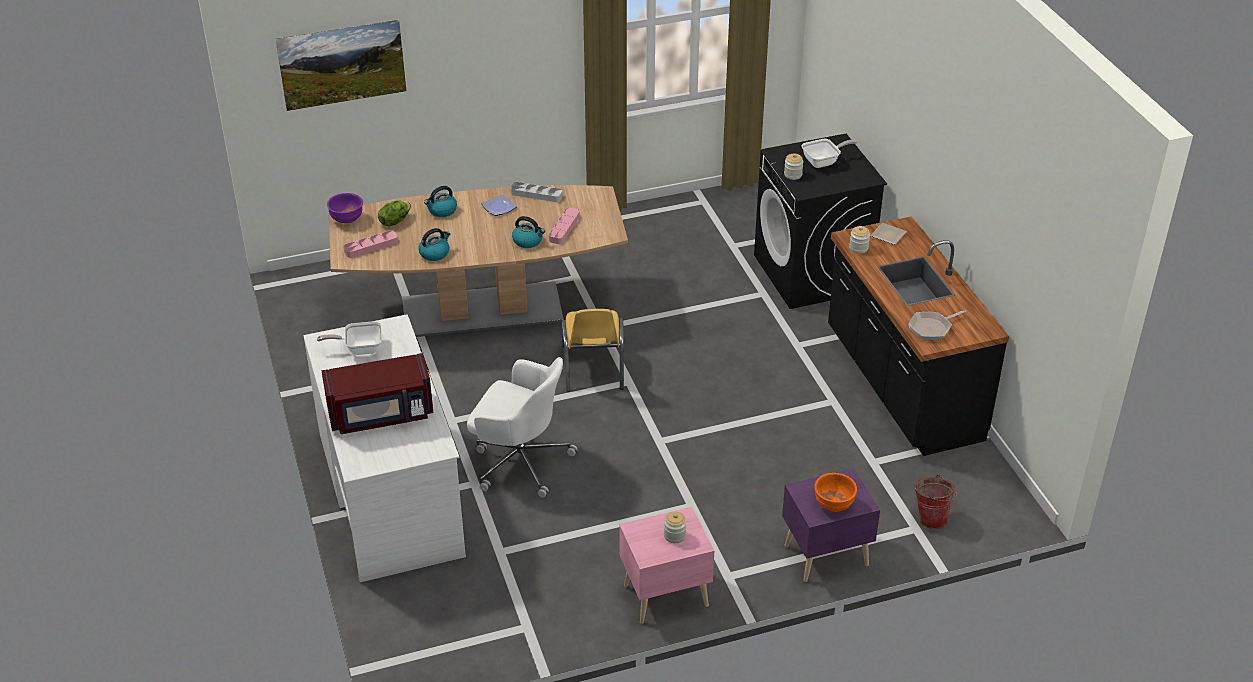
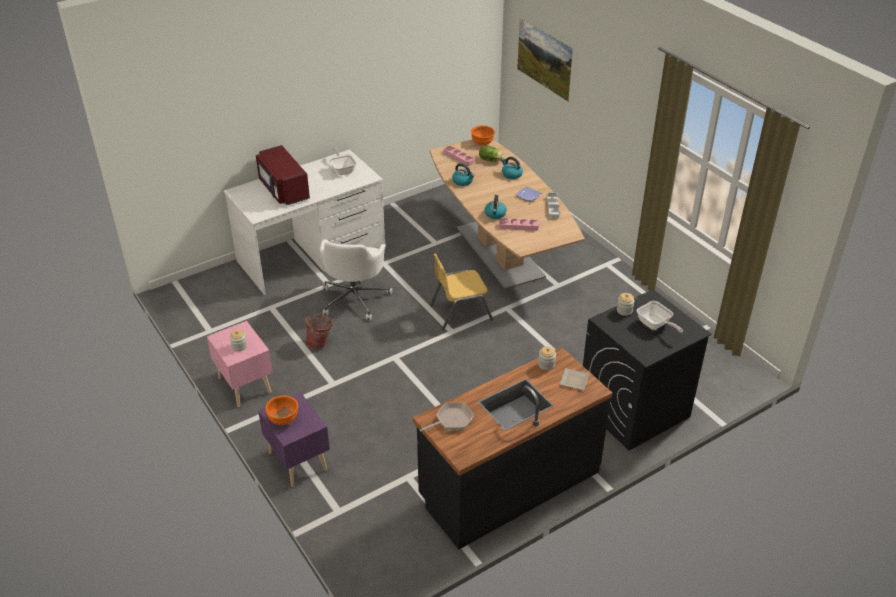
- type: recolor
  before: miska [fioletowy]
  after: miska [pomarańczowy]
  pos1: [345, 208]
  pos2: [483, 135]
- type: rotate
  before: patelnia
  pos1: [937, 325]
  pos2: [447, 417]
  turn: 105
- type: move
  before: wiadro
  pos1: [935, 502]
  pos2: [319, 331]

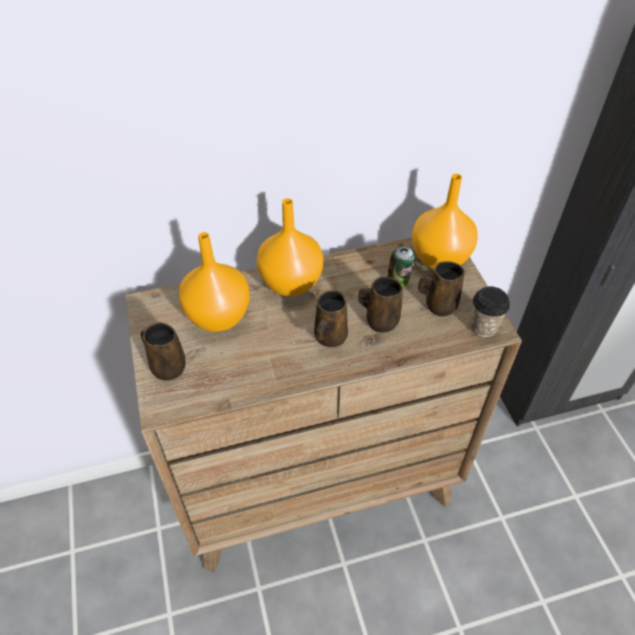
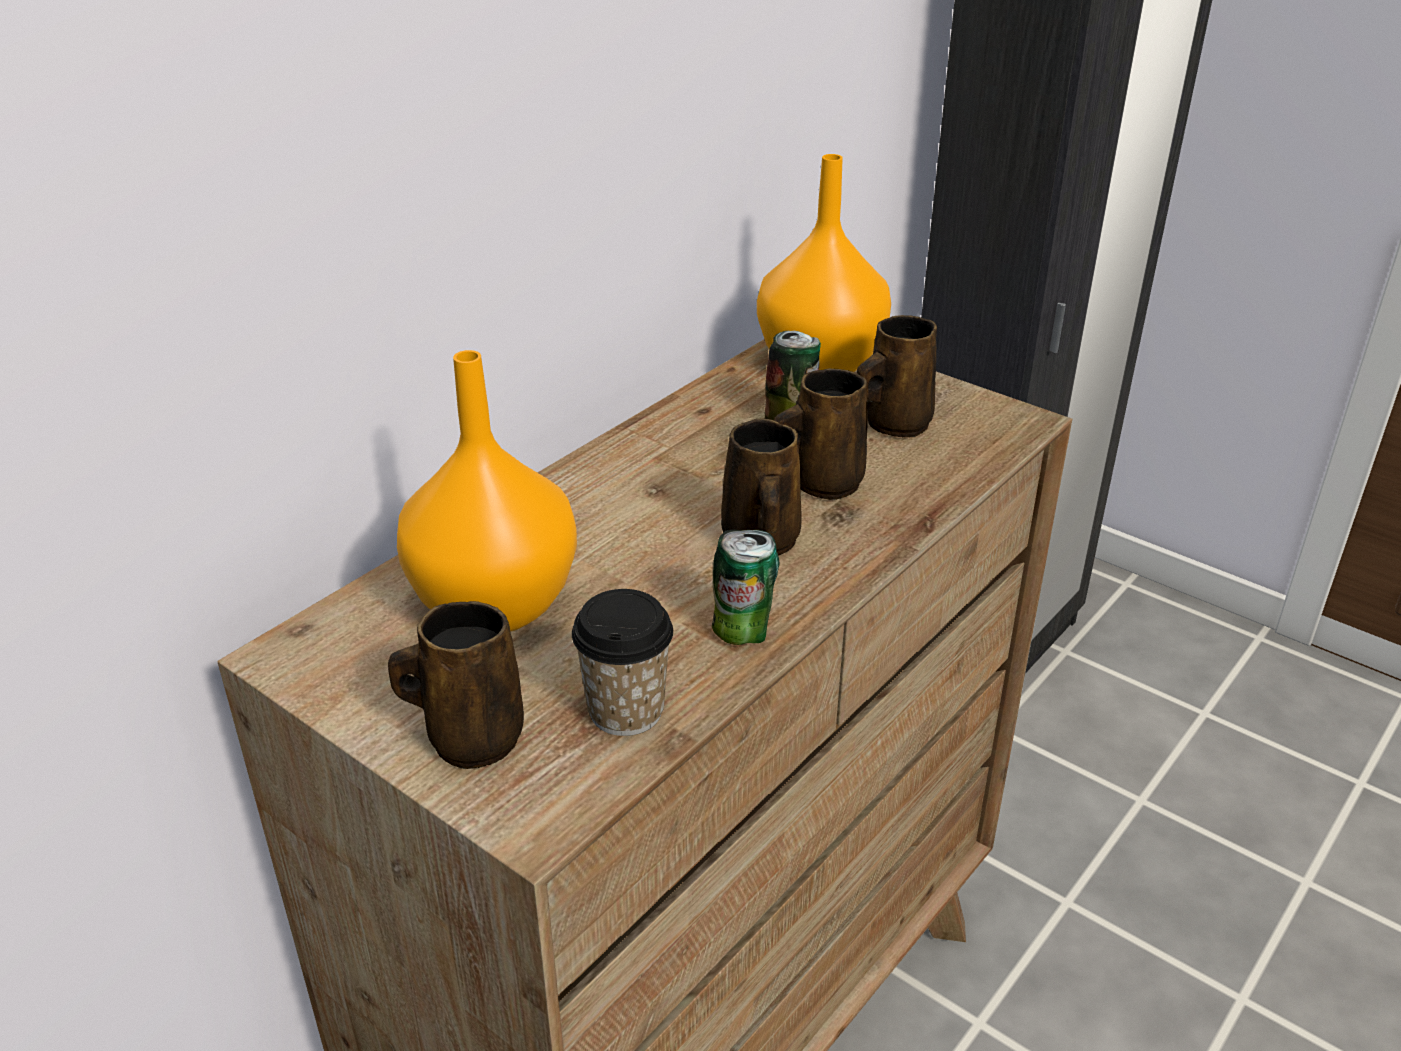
- type: delete
  before: wazon [pomarańczowy]
  pos1: [290, 247]
- type: move
  before: filiżanka
  pos1: [490, 312]
  pos2: [622, 662]
- type: insert
  after: puszka
  pos2: [745, 587]

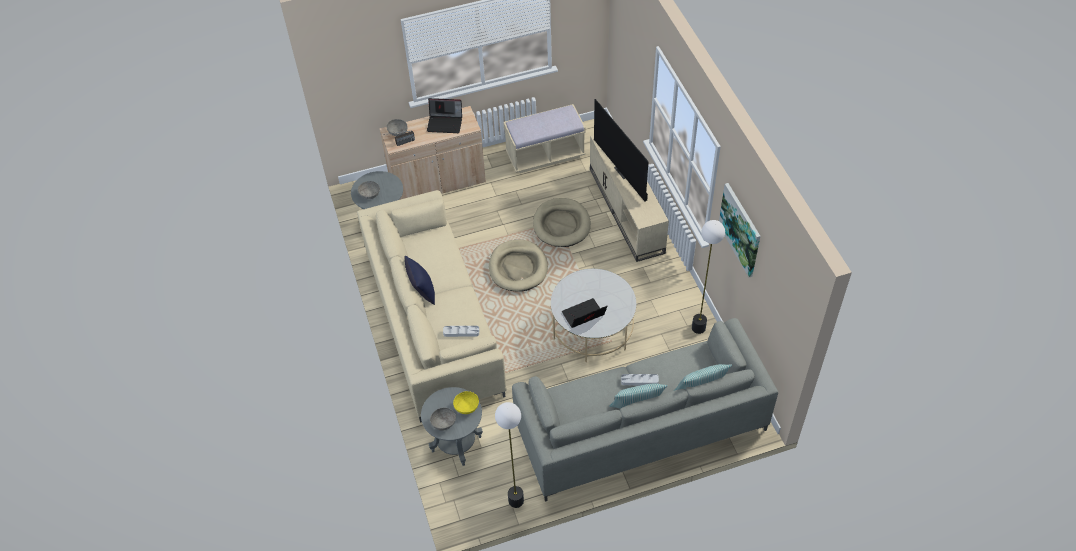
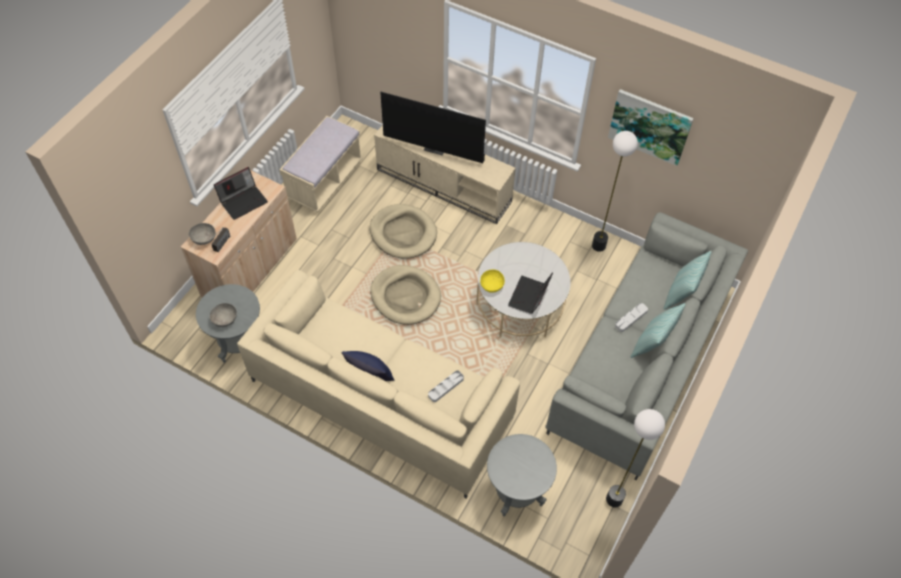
- type: move
  before: miska [żółty]
  pos1: [466, 402]
  pos2: [492, 281]
- type: delete
  before: miska [szary]
  pos1: [443, 419]

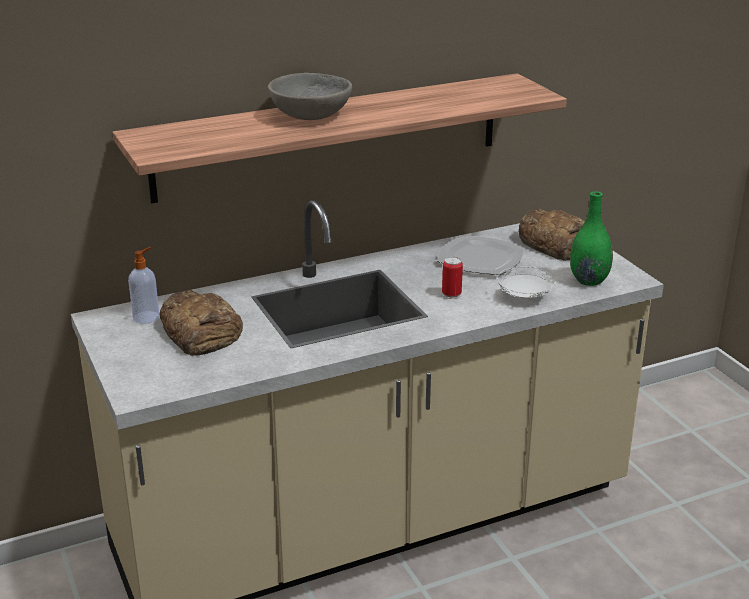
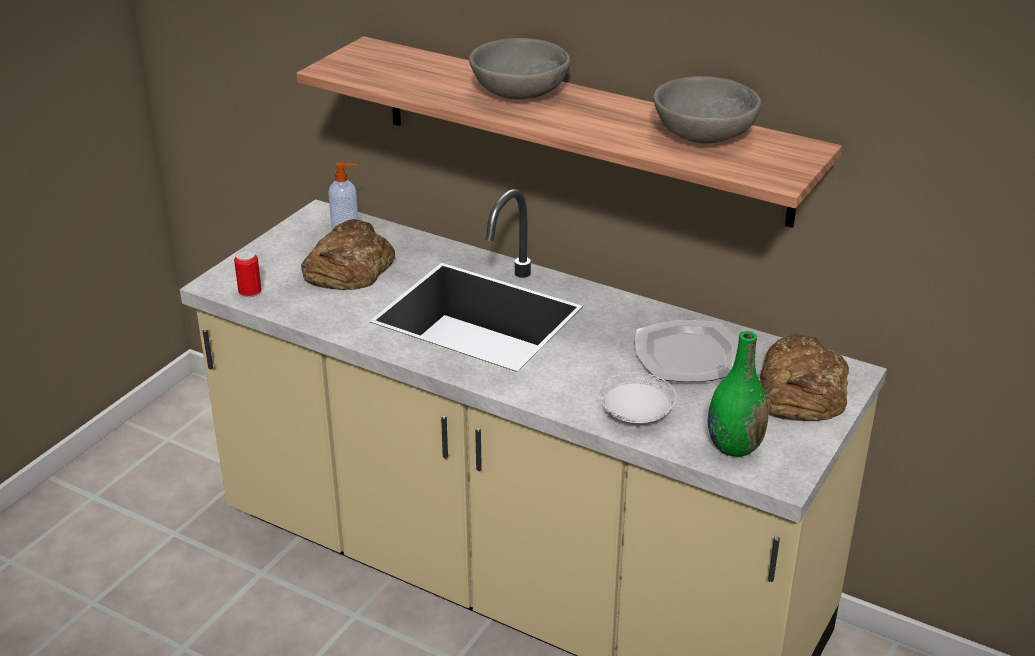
- type: move
  before: puszka
  pos1: [452, 278]
  pos2: [248, 274]
- type: insert
  after: miska [szary]
  pos2: [708, 109]

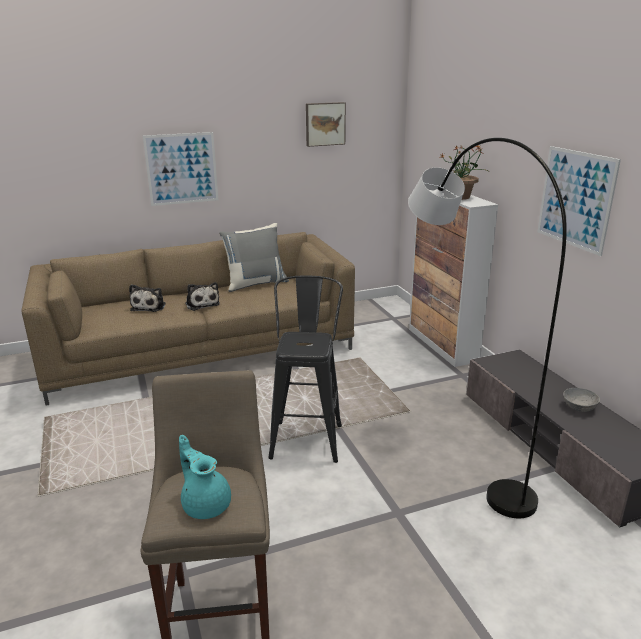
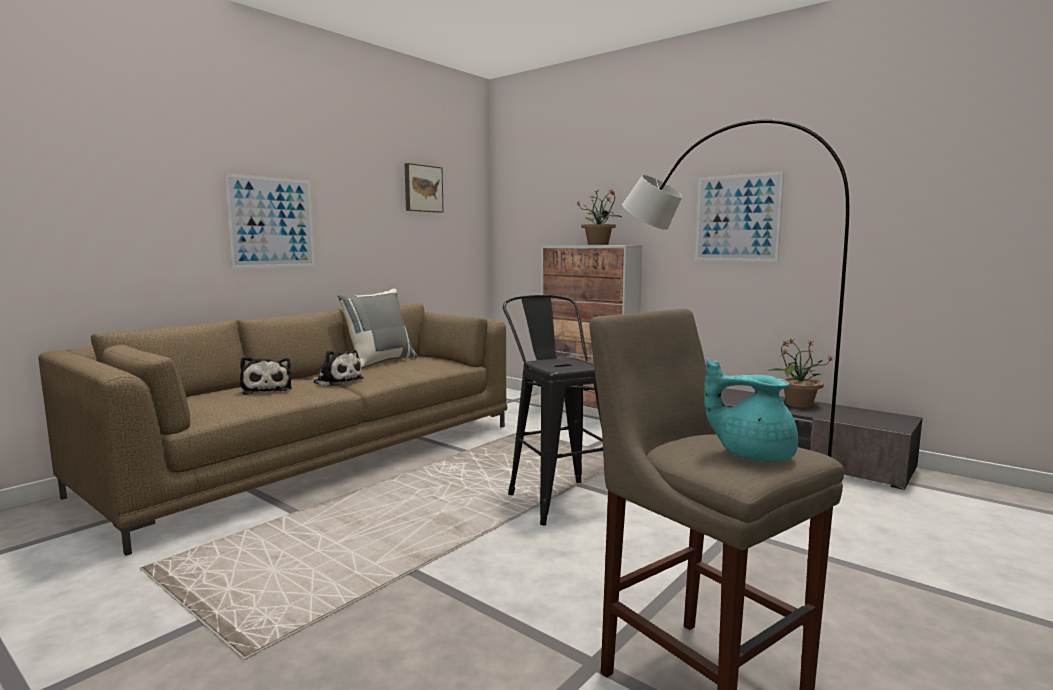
- type: replace
  before: miska [szary]
  after: roślina doniczkowa
  pos1: [581, 400]
  pos2: [801, 373]

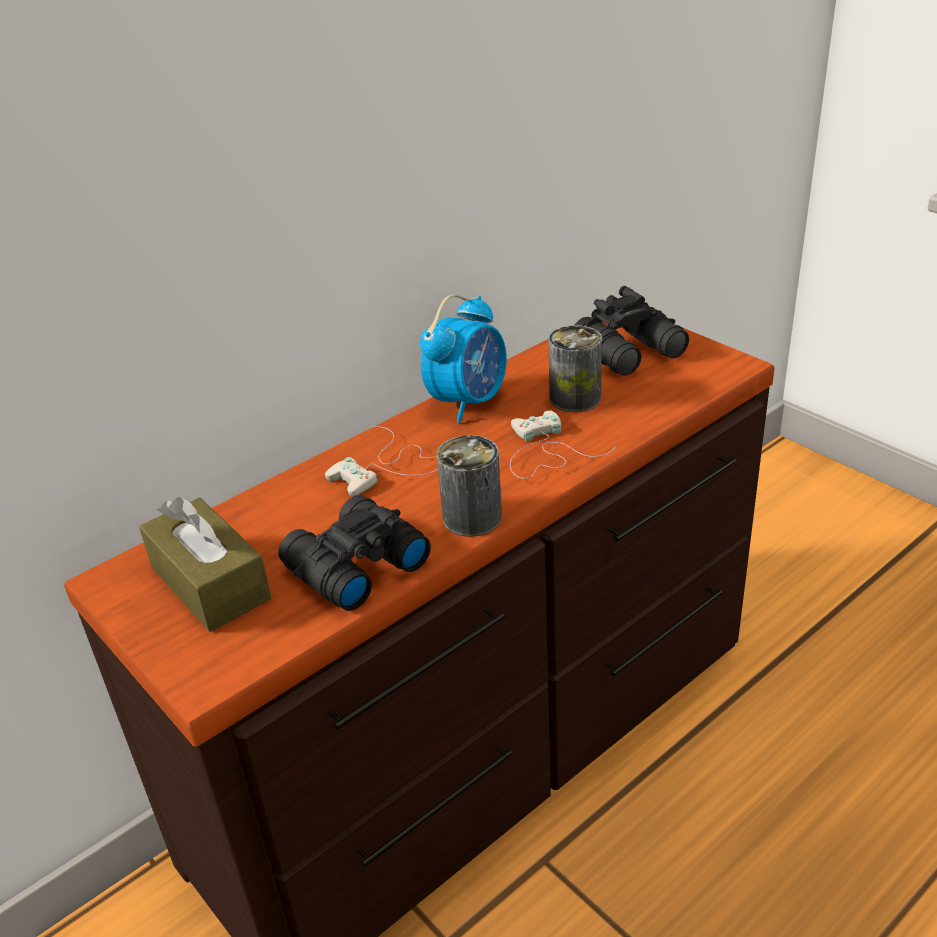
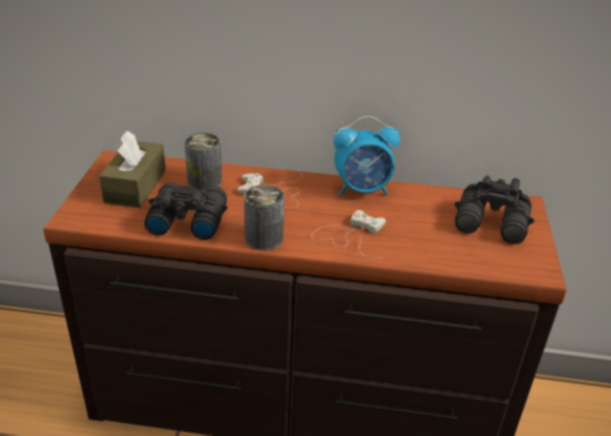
- type: move
  before: puszka
  pos1: [575, 368]
  pos2: [203, 162]

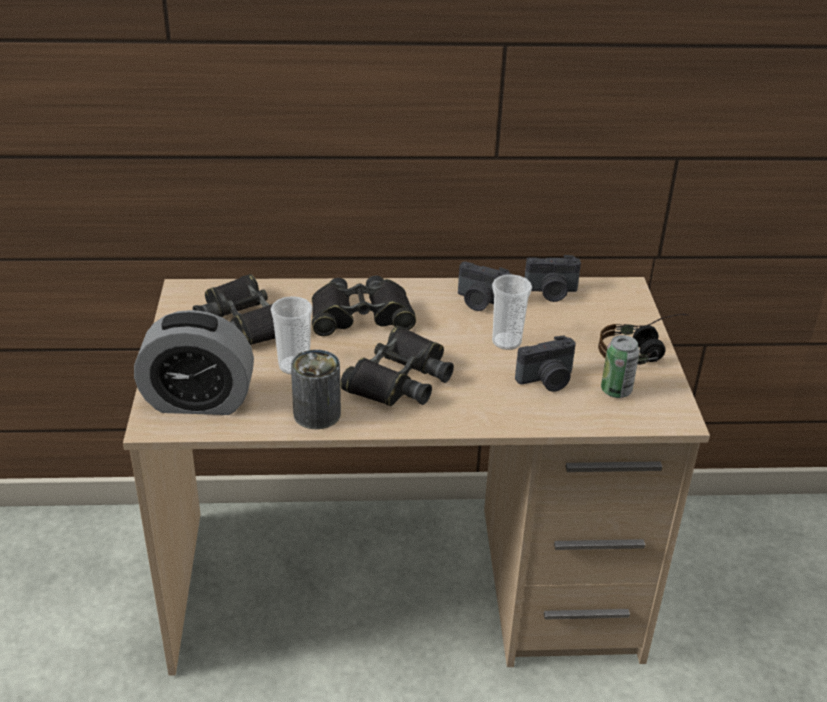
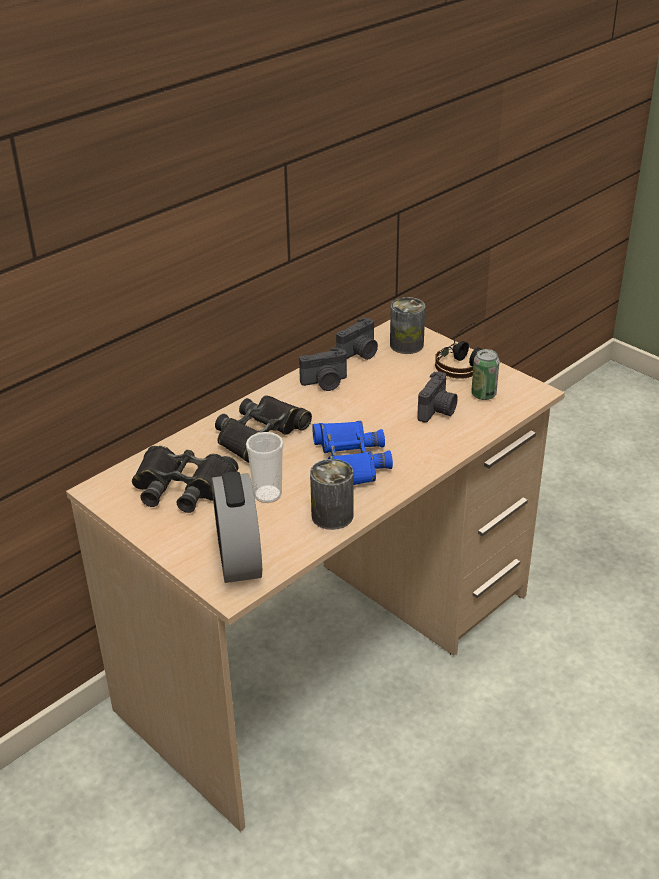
- type: delete
  before: filiżanka
  pos1: [512, 312]
- type: rotate
  before: budzik
  pos1: [194, 362]
  pos2: [237, 527]
  turn: 120
- type: recolor
  before: lornetka [czarny]
  after: lornetka [niebieski]
  pos1: [397, 365]
  pos2: [352, 453]
- type: insert
  after: puszka
  pos2: [407, 325]

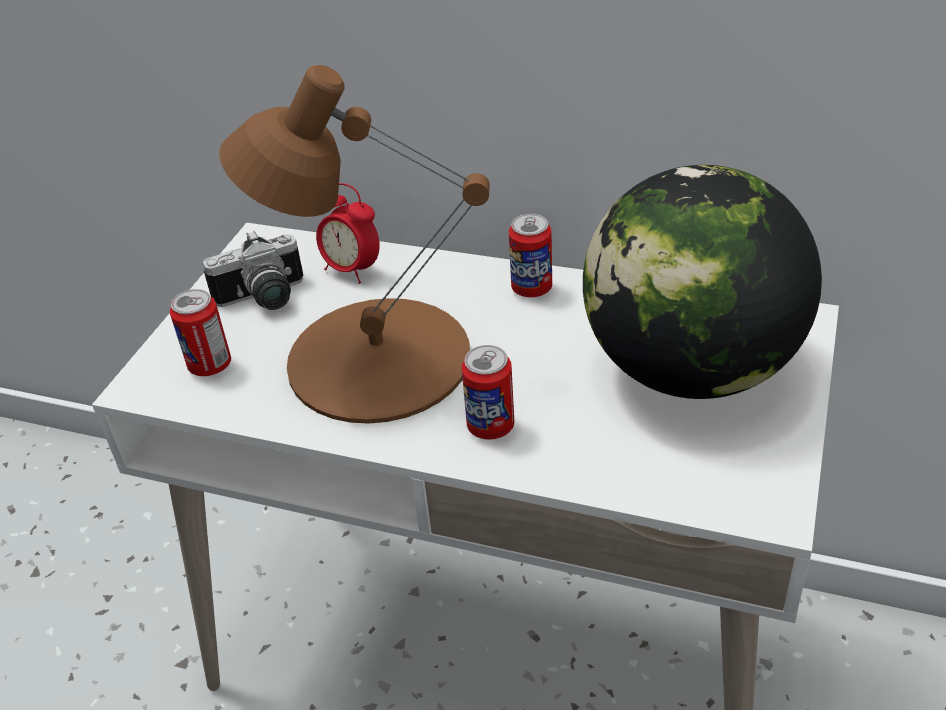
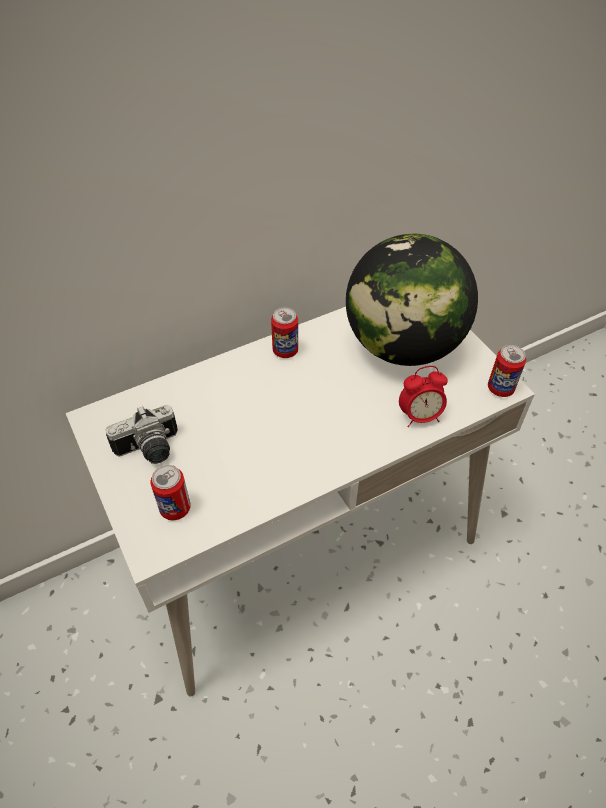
- type: delete
  before: lampa stołowa [brązowy]
  pos1: [354, 244]
- type: move
  before: budzik
  pos1: [348, 233]
  pos2: [423, 396]
- type: rotate
  before: aparat fotograficzny
  pos1: [253, 270]
  pos2: [141, 434]
  turn: 45
- type: move
  before: puszka
  pos1: [487, 392]
  pos2: [507, 371]

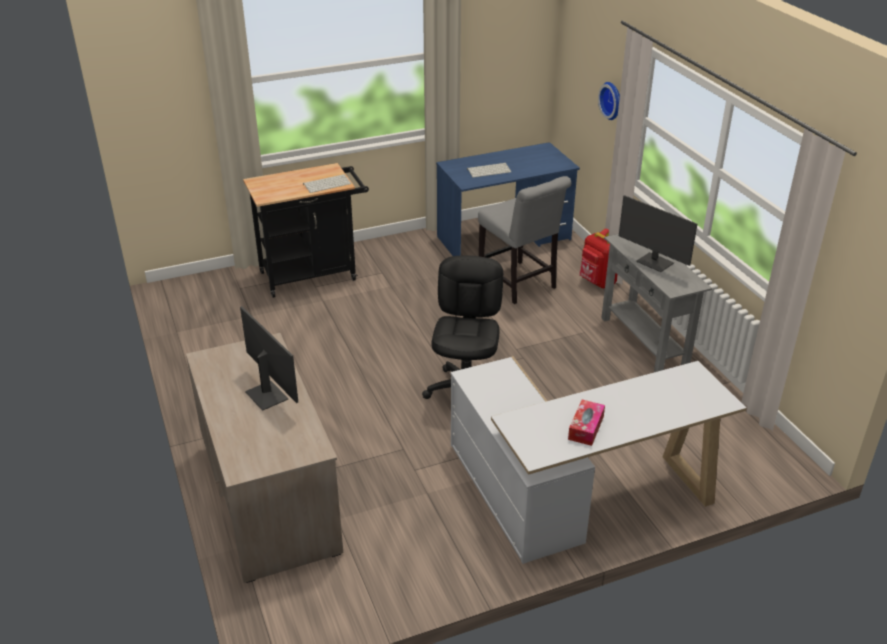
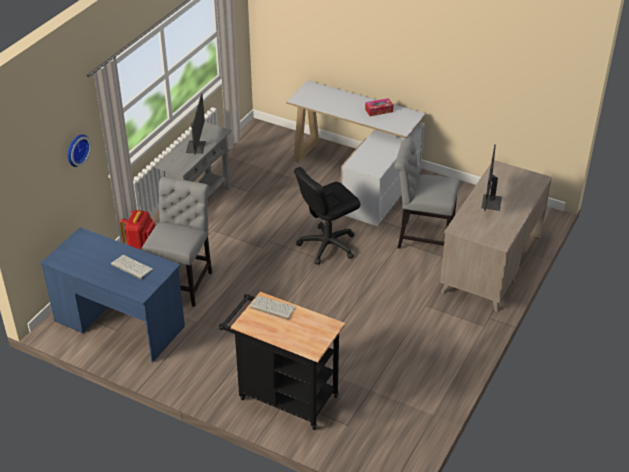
- type: insert
  after: krzesło [szary]
  pos2: [427, 193]

